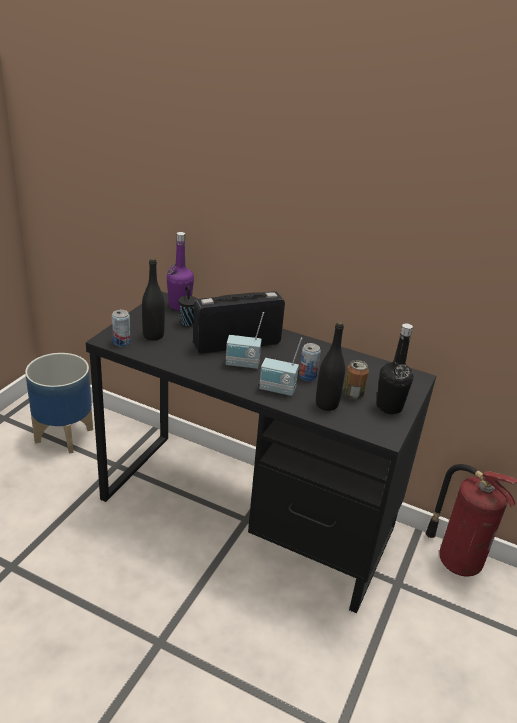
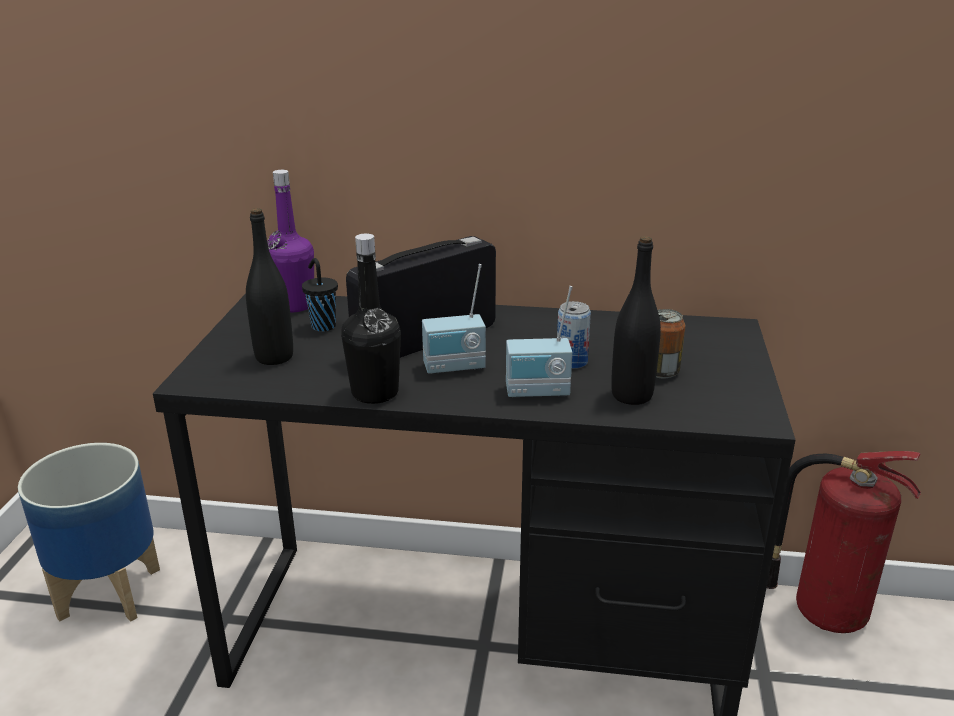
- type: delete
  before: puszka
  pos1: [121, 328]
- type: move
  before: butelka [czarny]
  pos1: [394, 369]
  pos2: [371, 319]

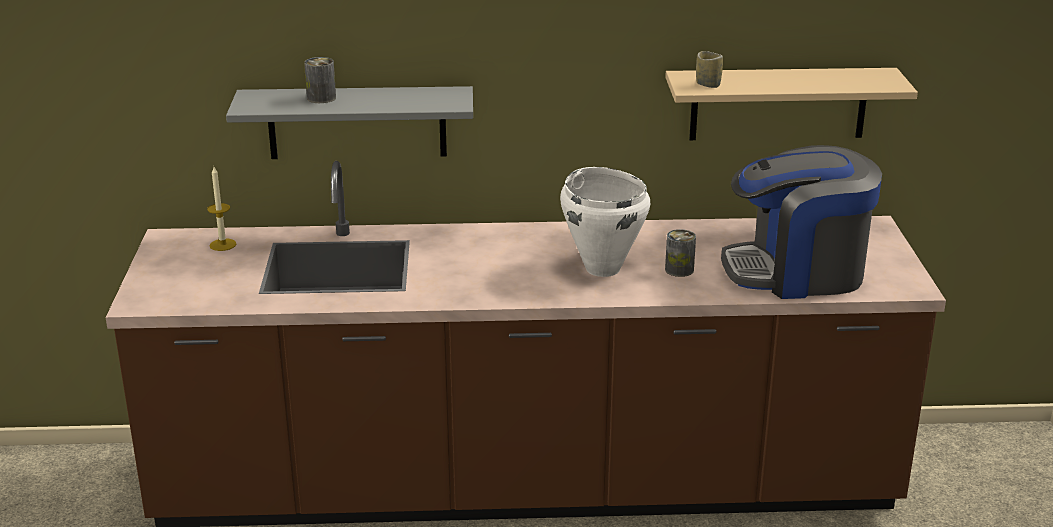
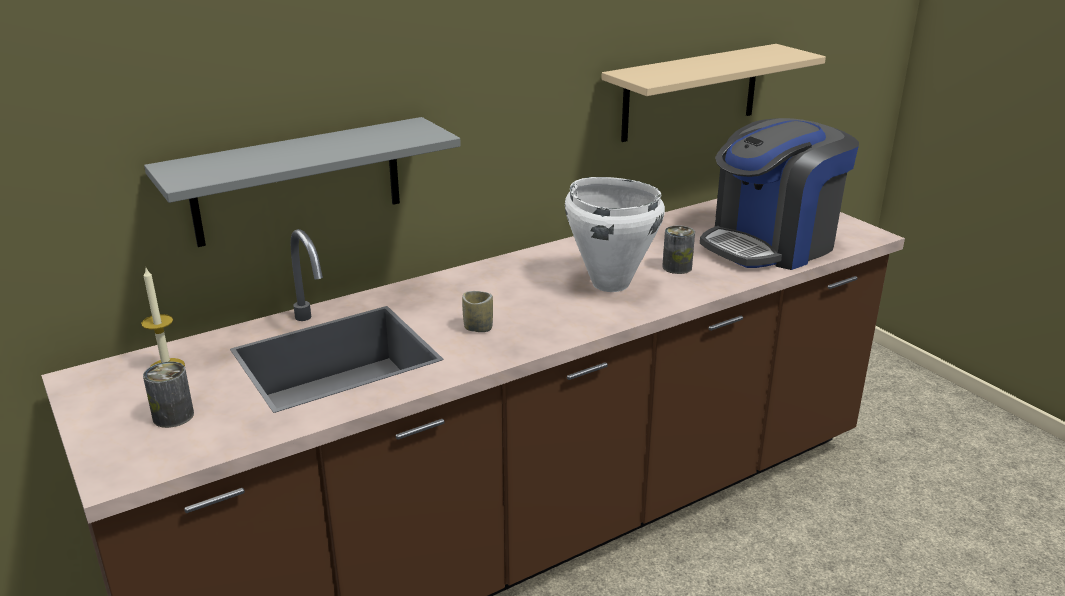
- type: move
  before: filiżanka
  pos1: [709, 69]
  pos2: [477, 311]
- type: move
  before: puszka
  pos1: [320, 80]
  pos2: [168, 395]

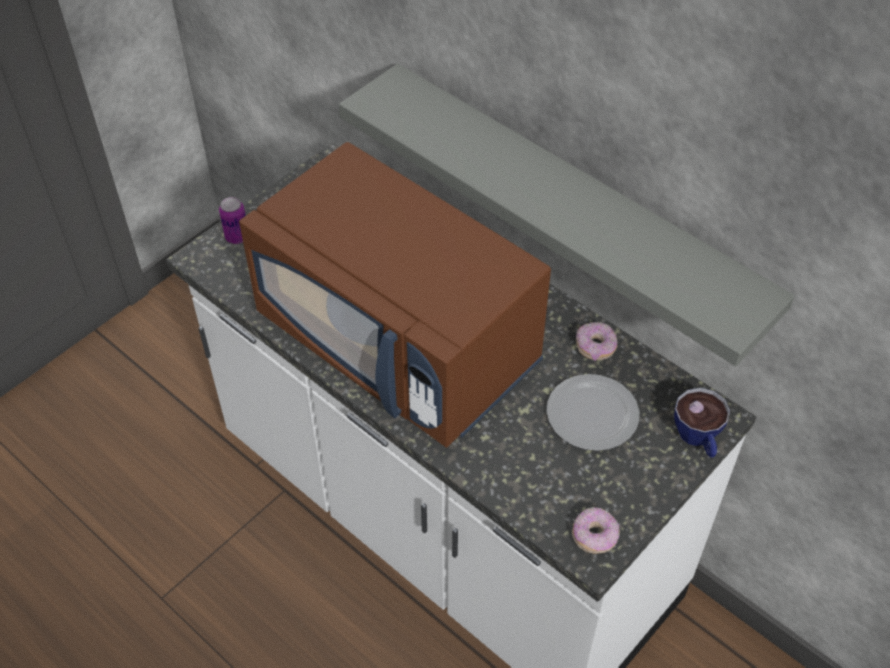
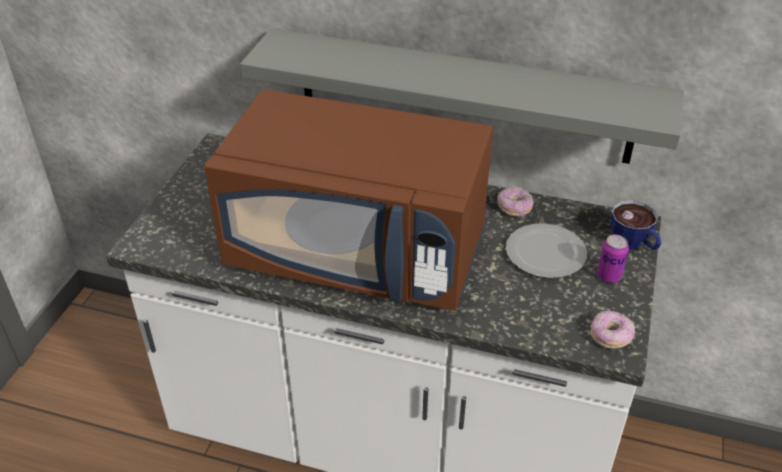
- type: move
  before: puszka
  pos1: [232, 220]
  pos2: [613, 259]

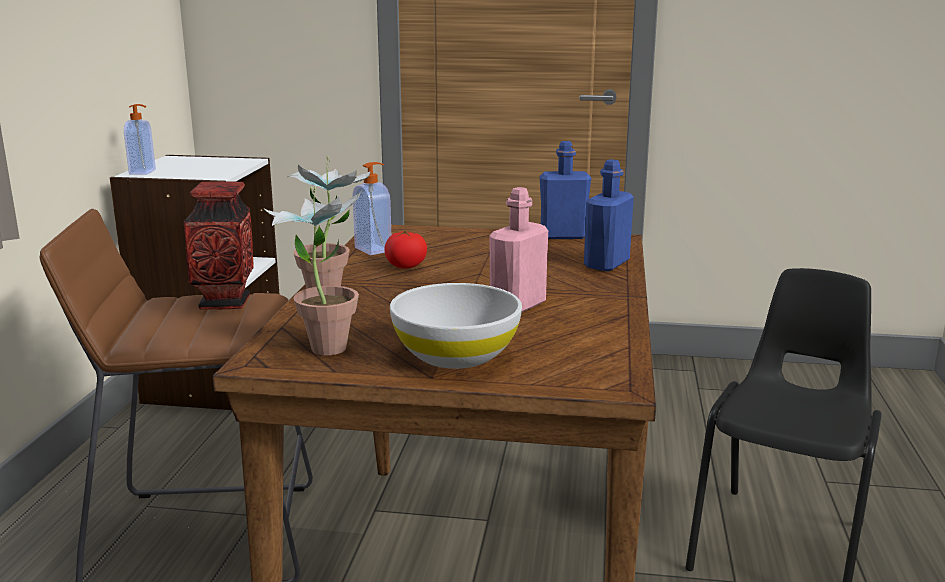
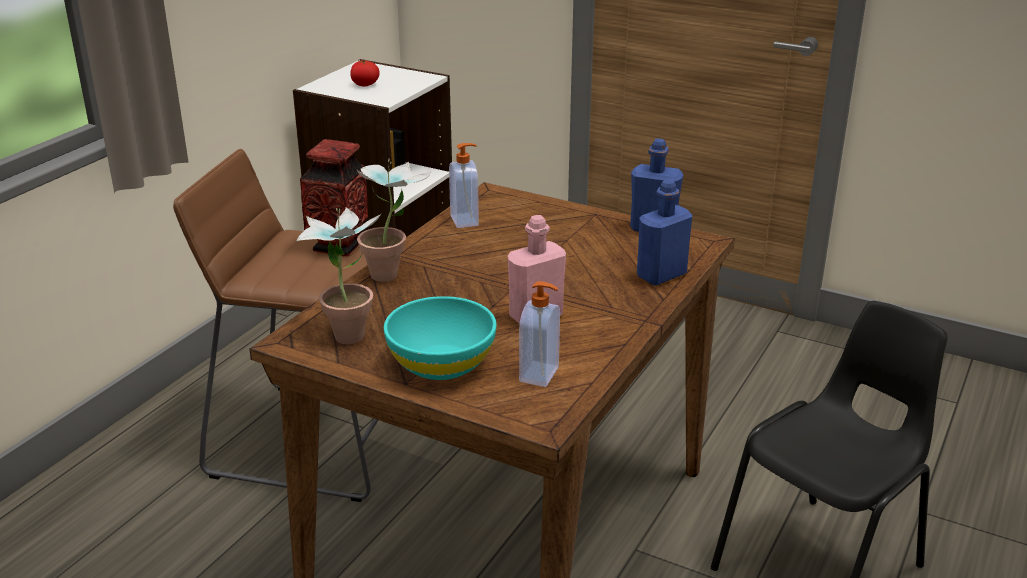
- type: move
  before: dozownik mydła
  pos1: [140, 139]
  pos2: [539, 334]
- type: move
  before: pomidor
  pos1: [406, 250]
  pos2: [365, 73]
- type: recolor
  before: miska [biały]
  after: miska [turkusowy]
  pos1: [456, 326]
  pos2: [440, 338]

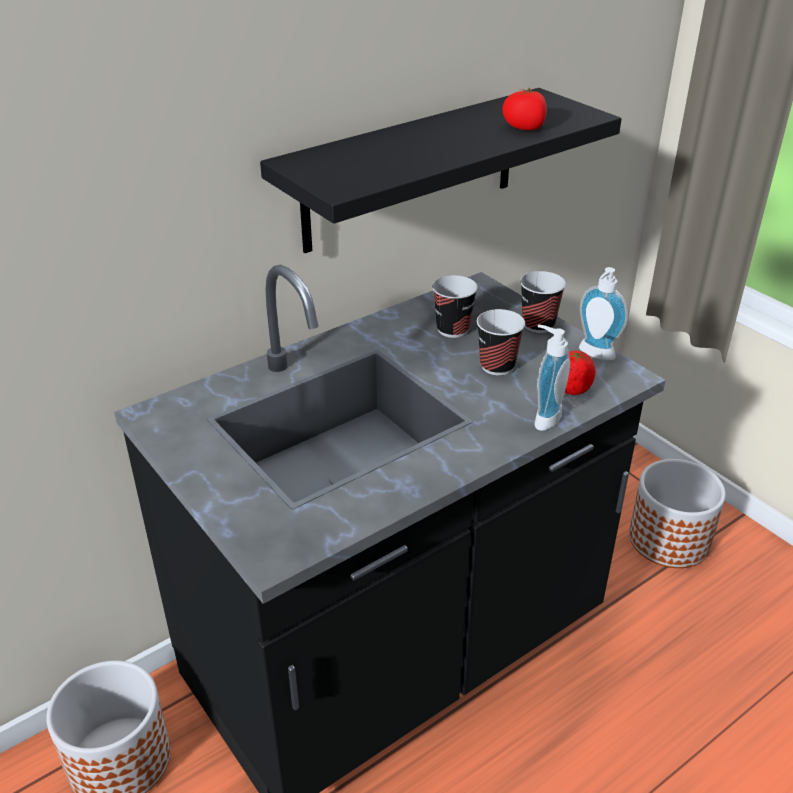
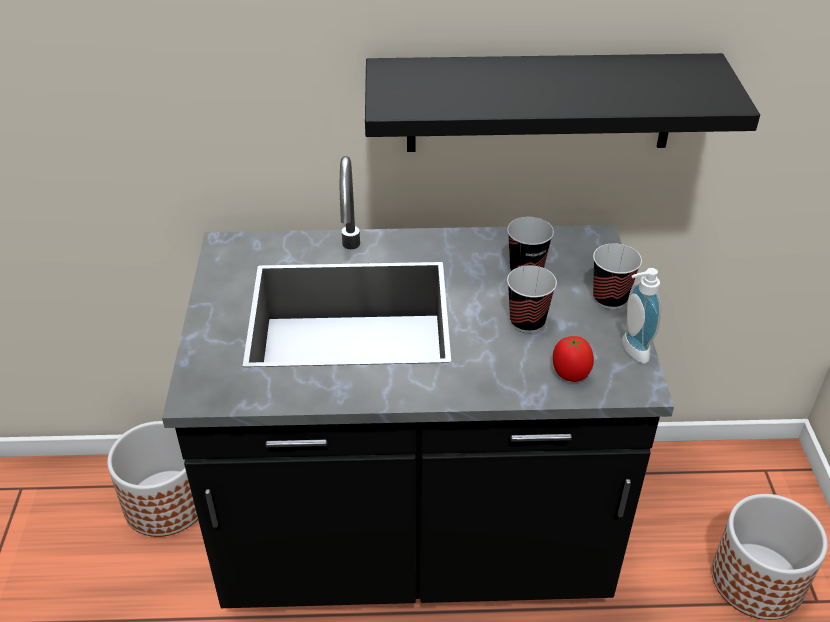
- type: delete
  before: pomidor
  pos1: [524, 108]
- type: delete
  before: dozownik mydła
  pos1: [552, 378]

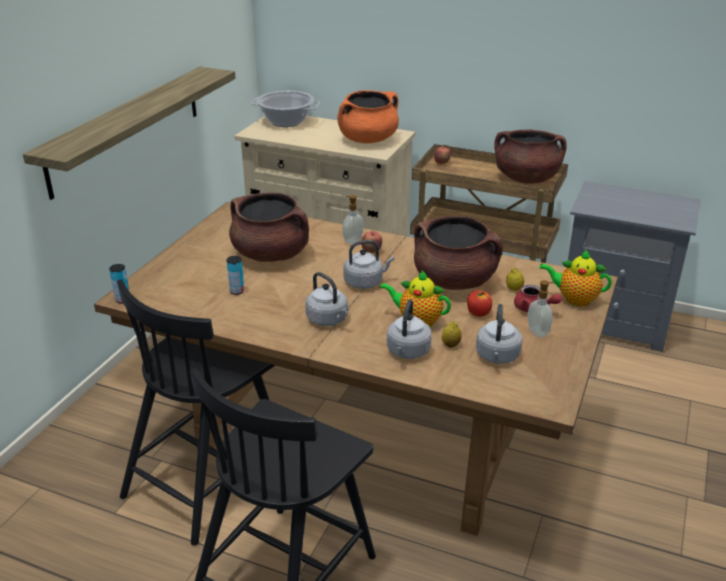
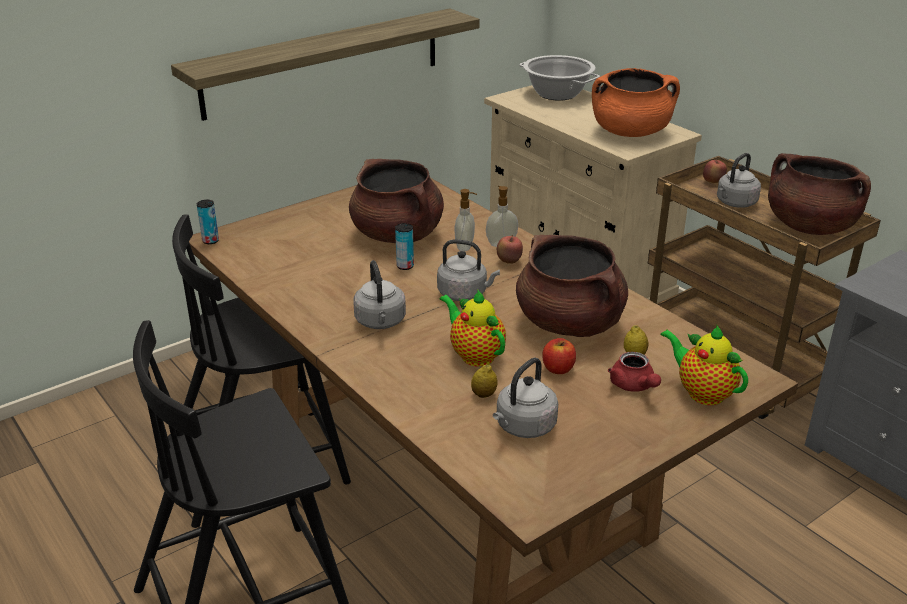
- type: move
  before: puszka
  pos1: [235, 275]
  pos2: [404, 246]
- type: move
  before: dozownik mydła
  pos1: [541, 308]
  pos2: [466, 220]
- type: move
  before: czajnik [szary]
  pos1: [409, 329]
  pos2: [739, 180]

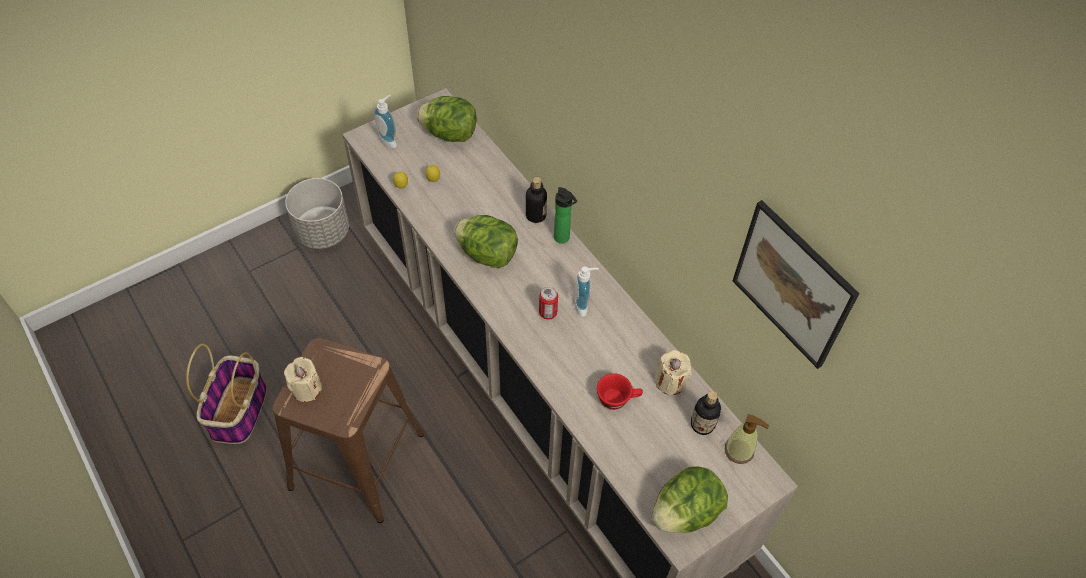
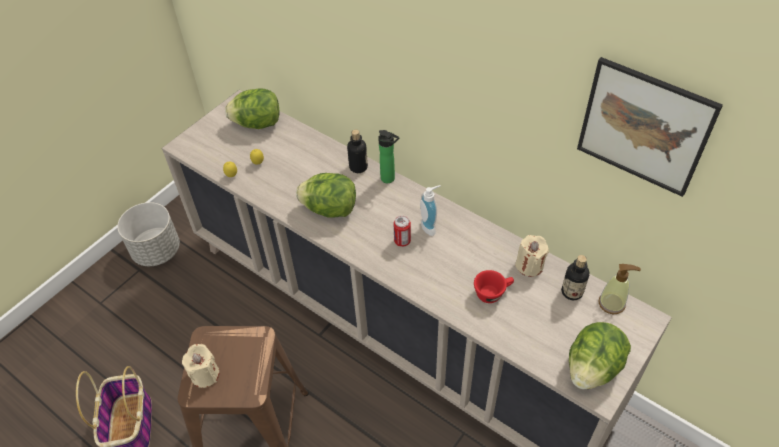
- type: delete
  before: dozownik mydła
  pos1: [385, 121]

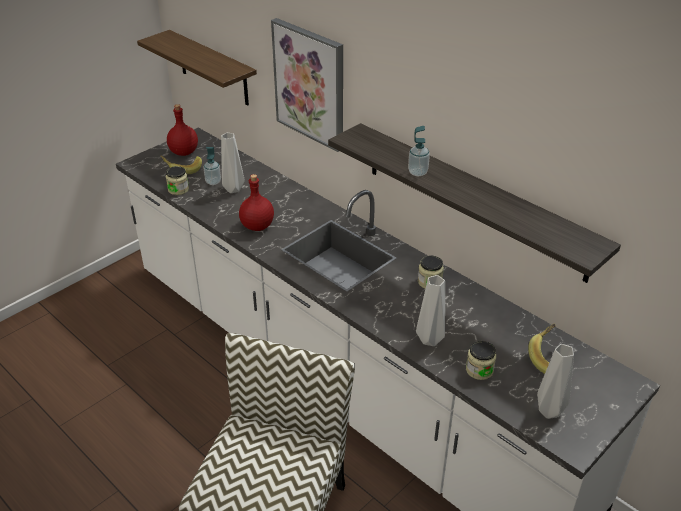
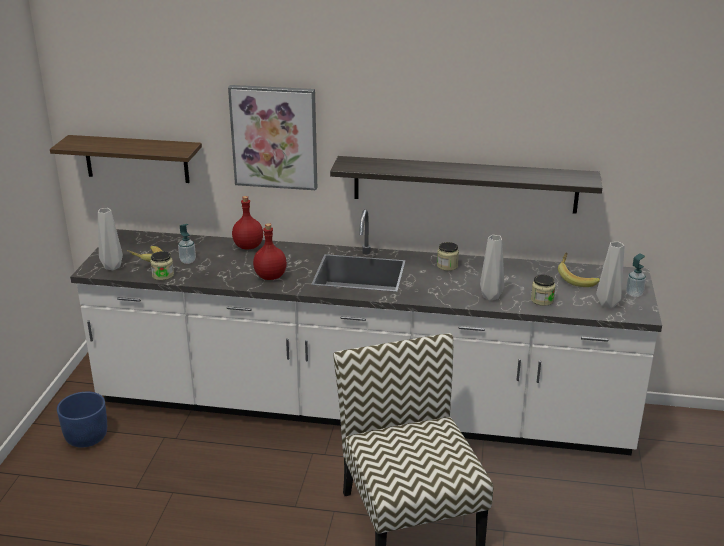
- type: move
  before: butelka [czerwony]
  pos1: [182, 130]
  pos2: [247, 222]
- type: move
  before: dozownik mydła
  pos1: [419, 151]
  pos2: [636, 275]
- type: move
  before: wazon [szary]
  pos1: [233, 163]
  pos2: [110, 239]
- type: insert
  after: donica [niebieski]
  pos2: [82, 420]

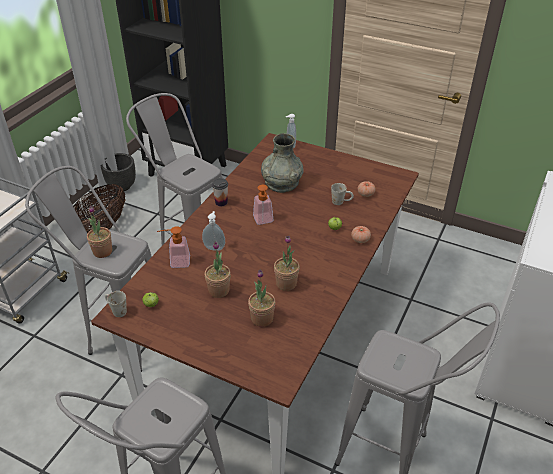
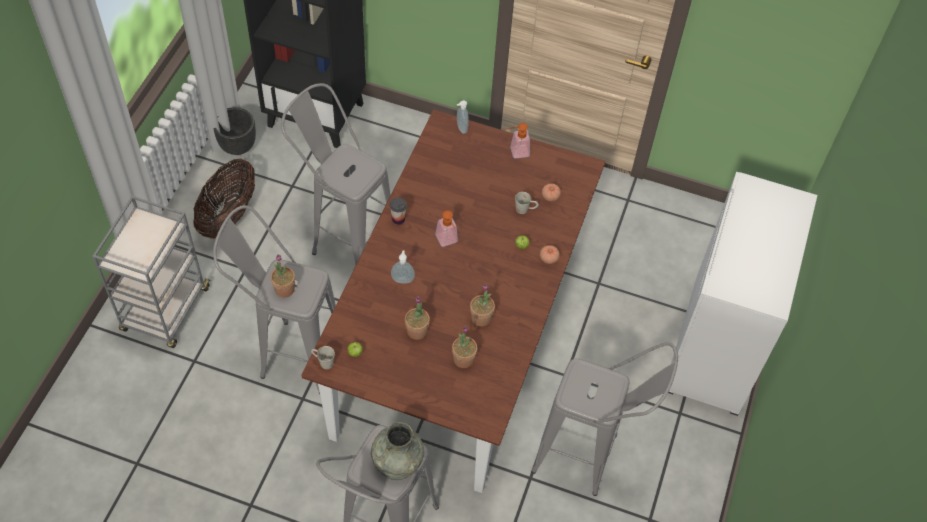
- type: move
  before: wazon [szary]
  pos1: [282, 163]
  pos2: [397, 451]
- type: move
  before: dozownik mydła
  pos1: [173, 247]
  pos2: [518, 140]

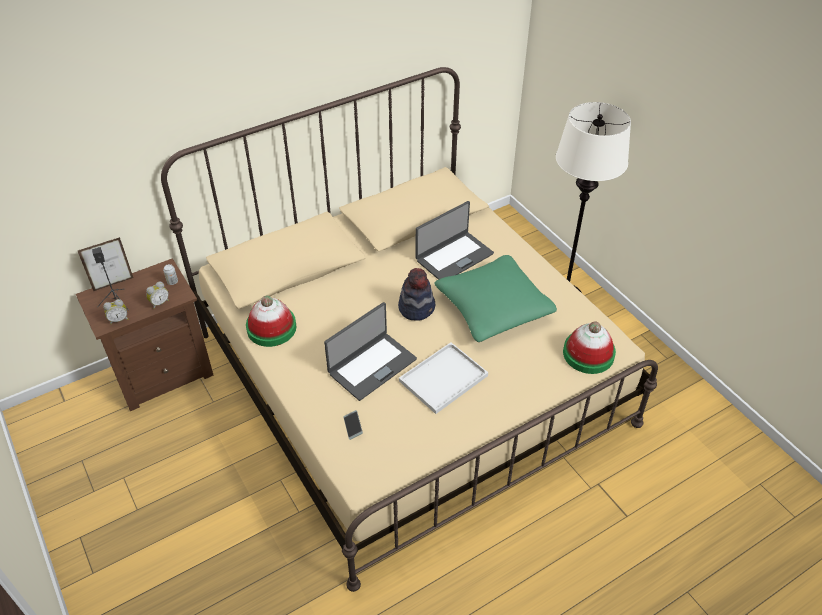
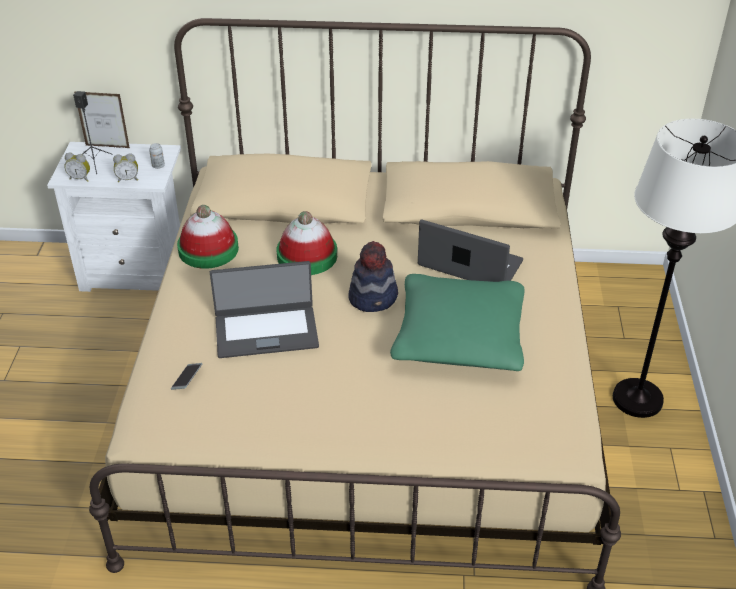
- type: rotate
  before: laptop
  pos1: [455, 240]
  pos2: [470, 250]
  turn: -150
- type: recolor
  before: szafka nocna [brązowy]
  after: szafka nocna [biały]
  pos1: [144, 334]
  pos2: [114, 217]
- type: move
  before: kapelusz
  pos1: [589, 348]
  pos2: [307, 243]
- type: delete
  before: taca [biały]
  pos1: [443, 378]

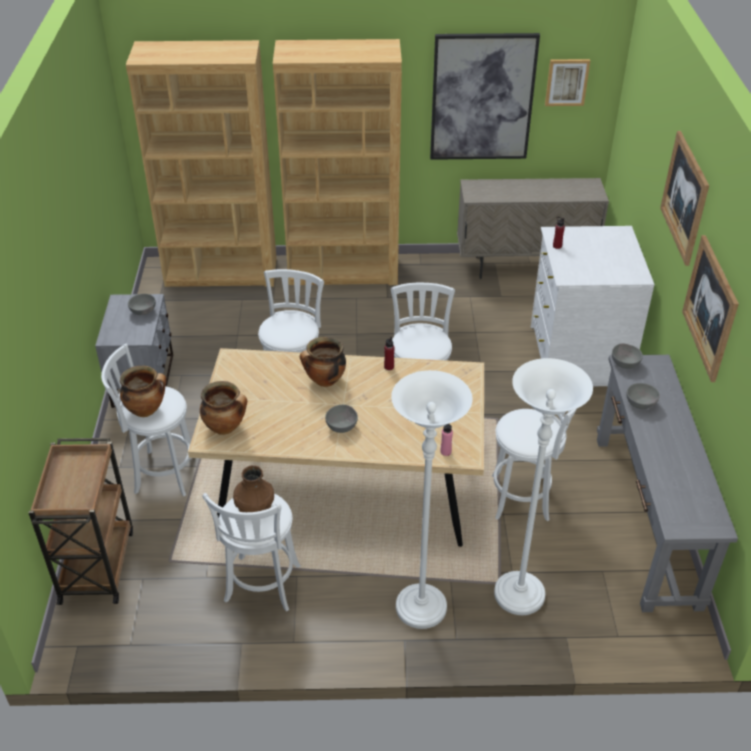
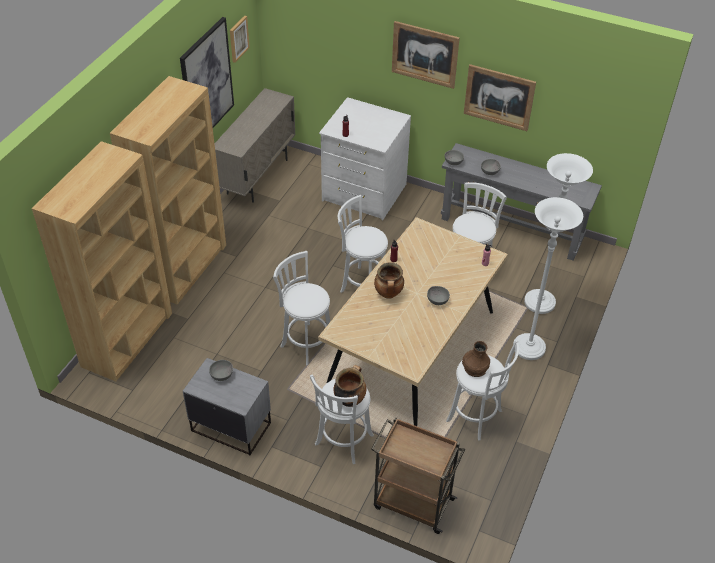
- type: delete
  before: garnek
  pos1: [223, 408]

